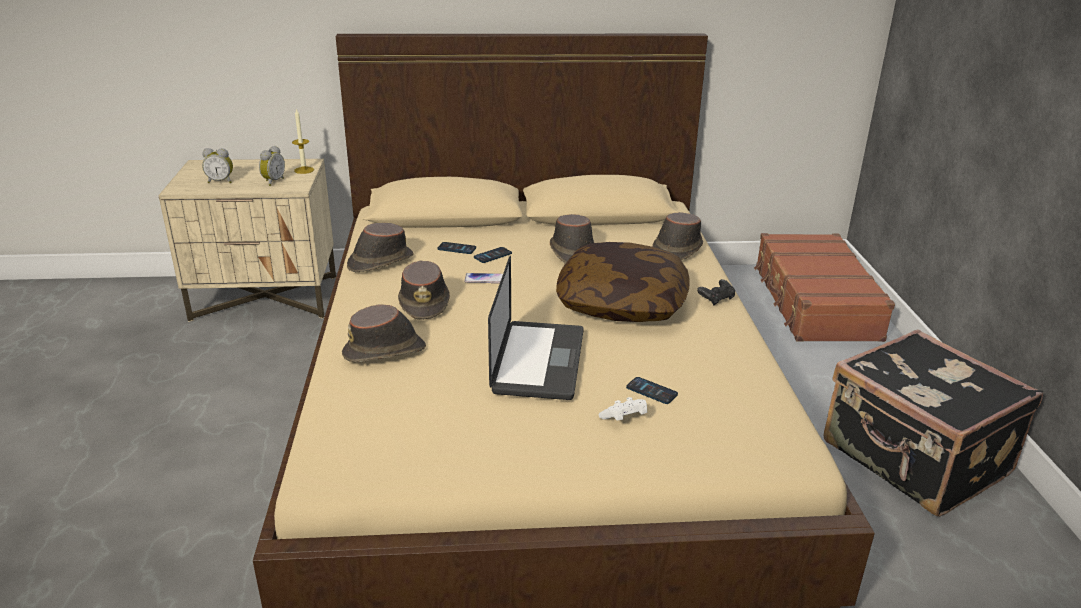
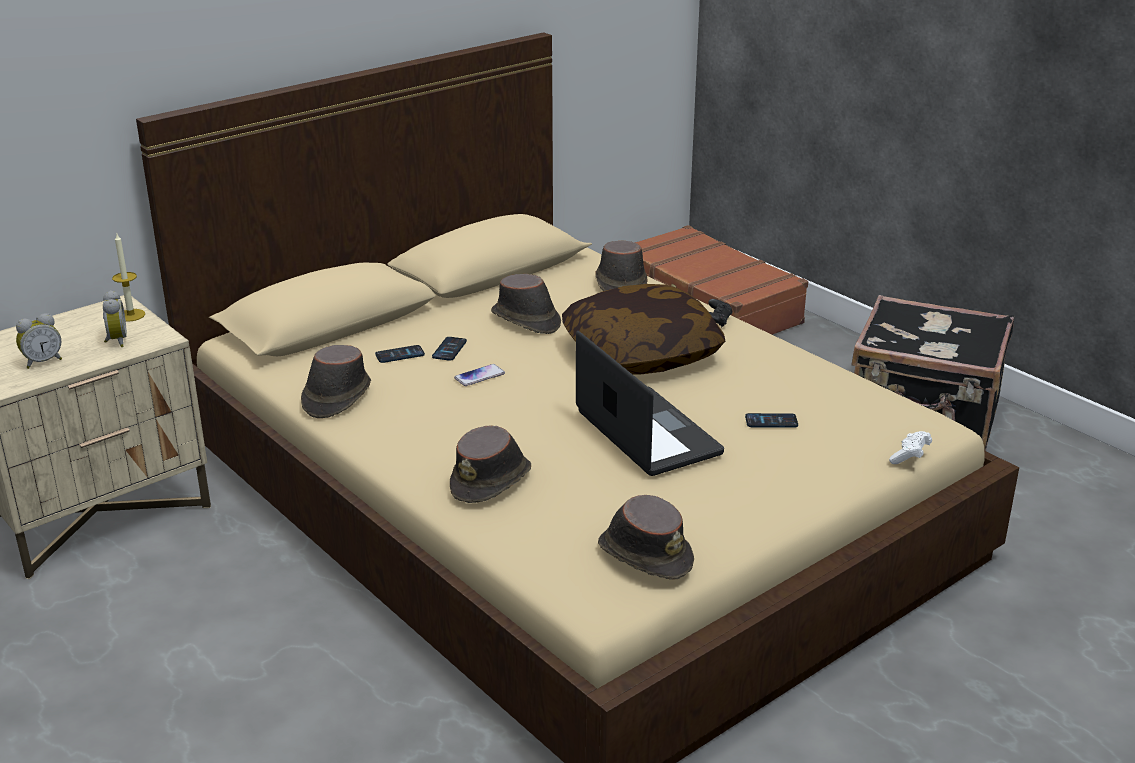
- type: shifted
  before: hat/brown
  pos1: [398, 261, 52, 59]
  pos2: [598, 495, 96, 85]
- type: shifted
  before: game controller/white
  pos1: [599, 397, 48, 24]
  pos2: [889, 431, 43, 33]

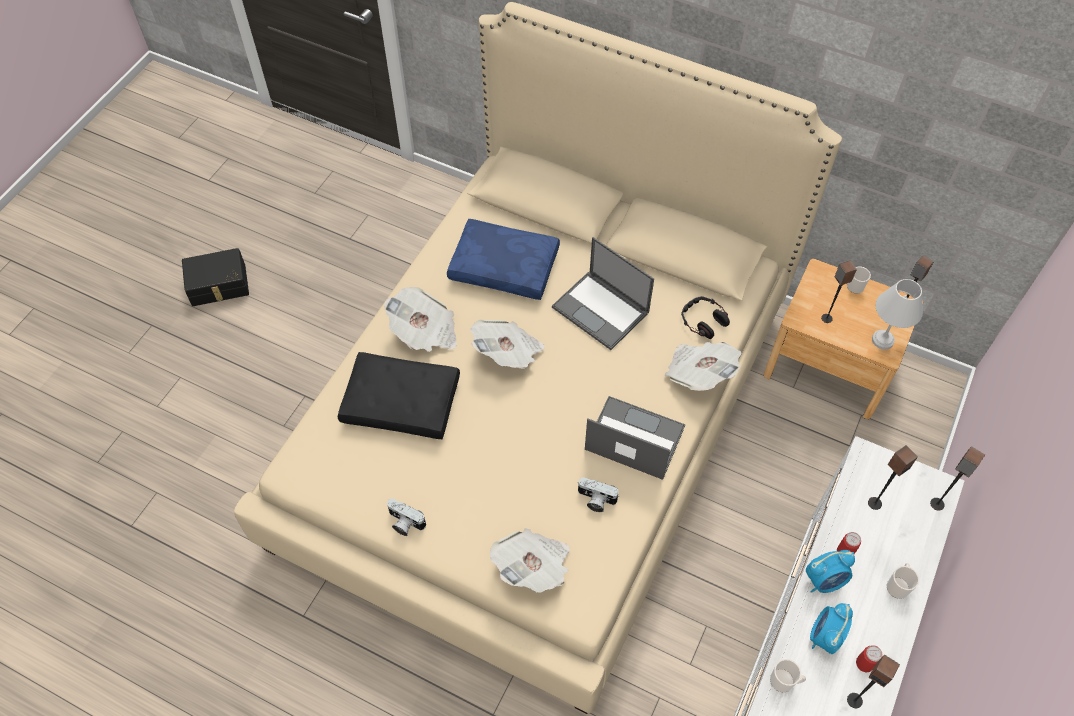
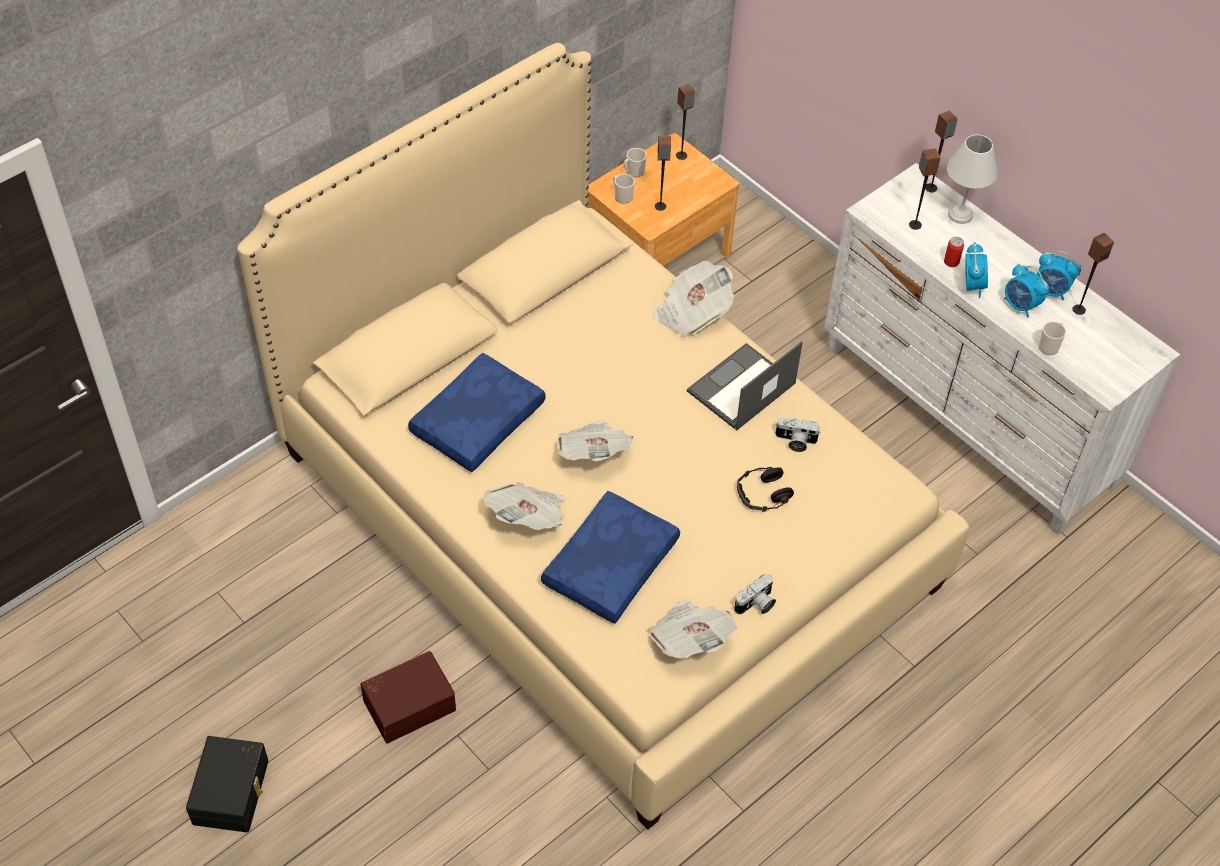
- type: gone
  before: portable computer
  pos1: [552, 237, 102, 113]
- type: new
  after: storage bin/brown
  pos2: [360, 651, 96, 92]
- type: shifted
  before: newspaper
  pos1: [490, 528, 80, 65]
  pos2: [648, 600, 90, 59]
- type: shifted
  before: headphones
  pos1: [681, 296, 49, 43]
  pos2: [737, 467, 57, 45]
- type: shifted
  before: lamp for a table/white
  pos1: [872, 279, 51, 71]
  pos2: [947, 134, 51, 90]
- type: shifted
  before: tea mug
  pos1: [887, 563, 32, 36]
  pos2: [613, 174, 22, 30]
- type: swapped
  before: can
  after: bedside clock
  pos1: [856, 645, 27, 27]
  pos2: [1037, 251, 44, 49]
- type: repainted
  before: cushion/black
  after: cushion/blue-coloured
  pos1: [338, 352, 122, 87]
  pos2: [541, 491, 139, 133]
- type: rotated
  before: photo camera
  pos1: [577, 477, 42, 35]
  pos2: [775, 418, 46, 34]
  turn: 60

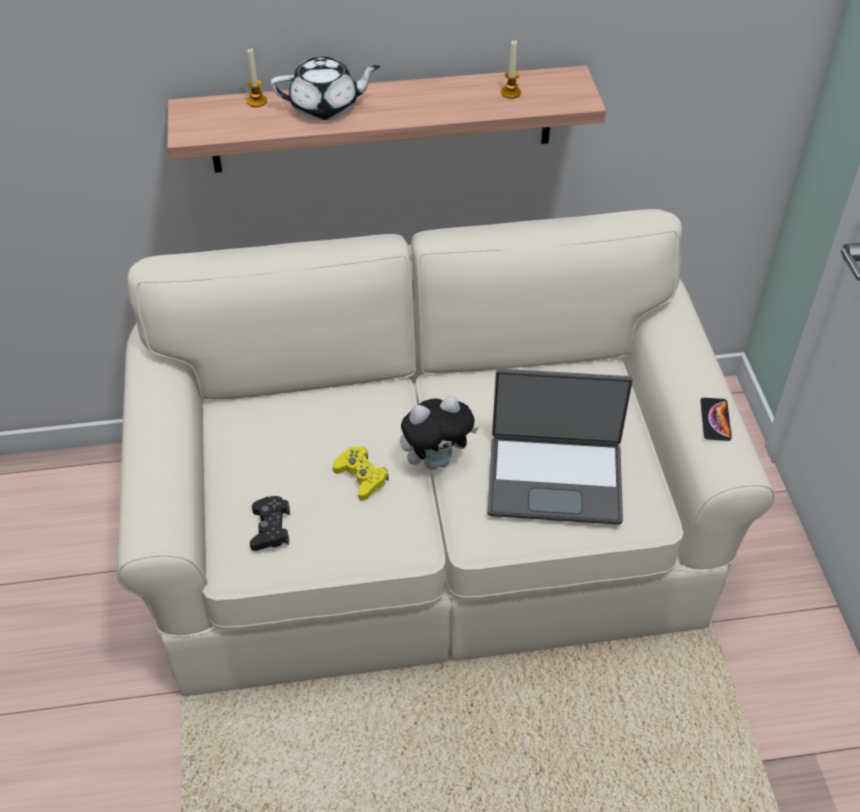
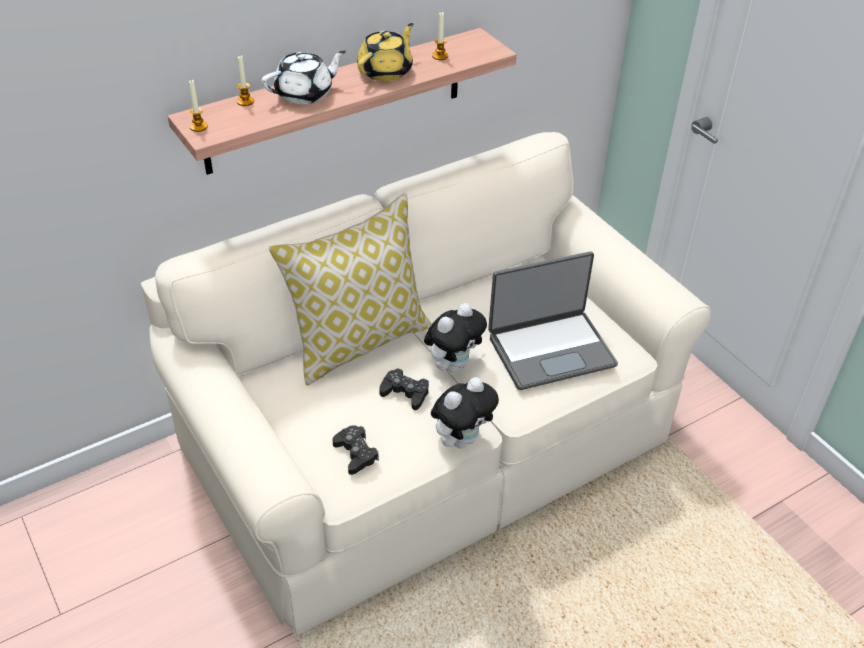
- type: gone
  before: telephone
  pos1: [700, 398, 32, 43]
- type: new
  after: candle
  pos2: [189, 80, 19, 52]
- type: new
  after: cushion
  pos2: [269, 193, 163, 193]
- type: new
  after: pot for tea/yellow-coloured
  pos2: [357, 23, 56, 58]
- type: new
  after: soft toy
  pos2: [431, 377, 68, 72]
- type: repainted
  before: game controller/yellow-coloured
  after: game controller/black
  pos1: [333, 446, 56, 55]
  pos2: [379, 368, 50, 42]

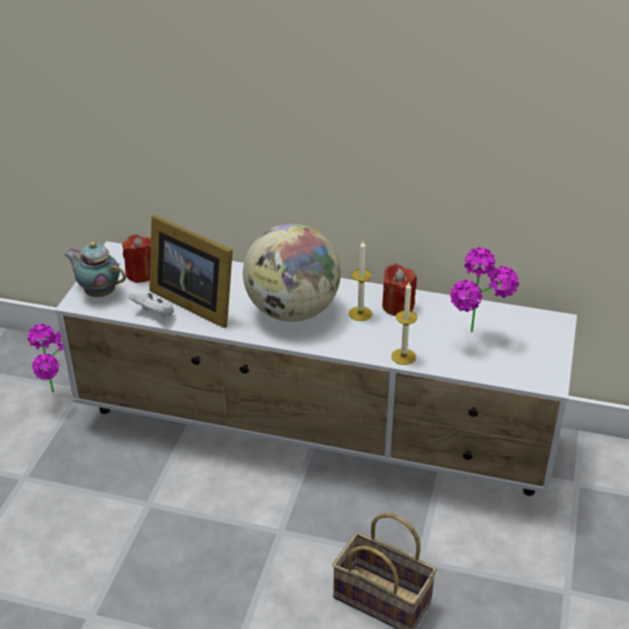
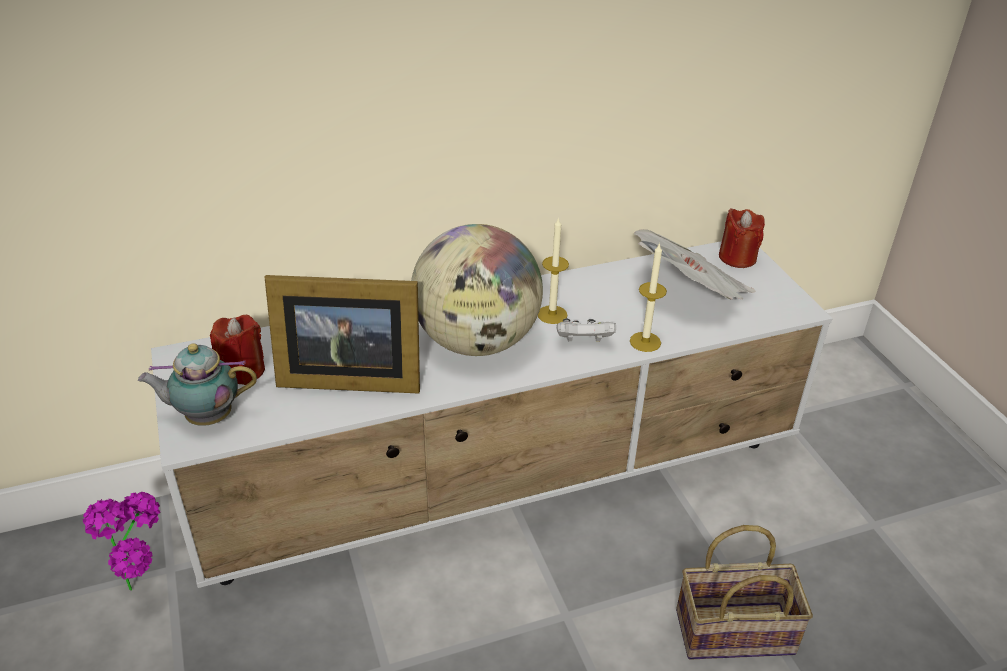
- type: shifted
  before: game controller/white
  pos1: [129, 293, 45, 25]
  pos2: [556, 318, 60, 23]
- type: shifted
  before: candle/reddish
  pos1: [382, 263, 35, 53]
  pos2: [719, 208, 46, 60]
- type: swapped
  before: houseplant
  after: newspaper
  pos1: [450, 247, 69, 85]
  pos2: [634, 229, 121, 70]

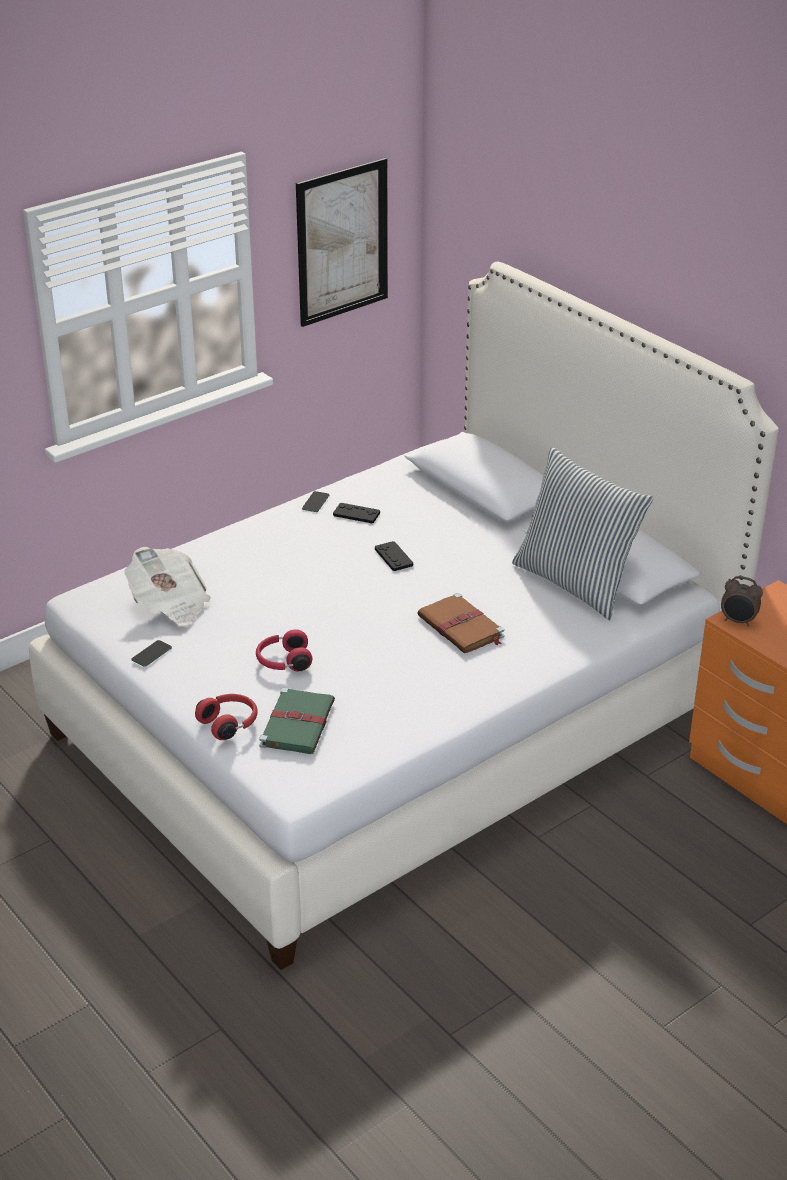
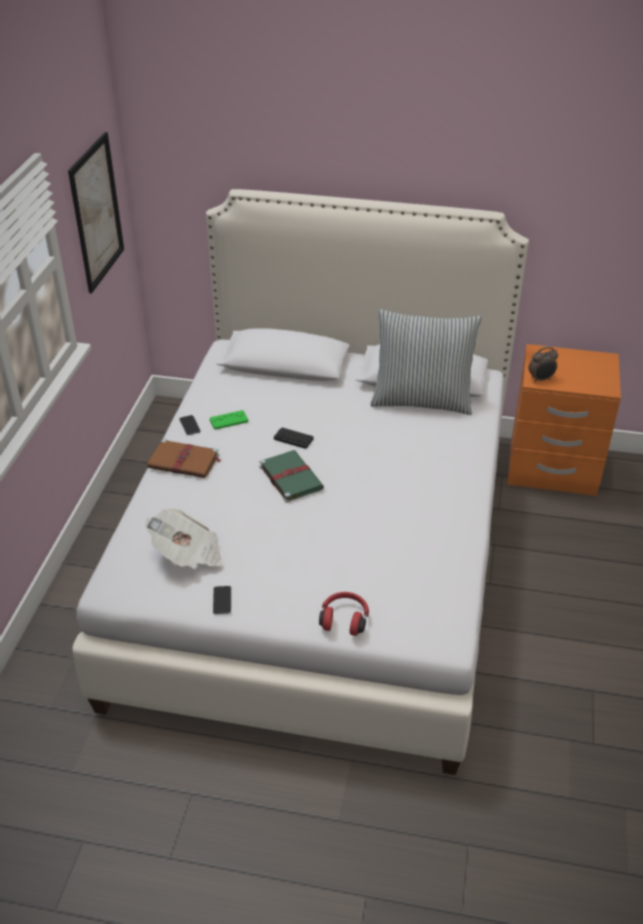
- type: gone
  before: headphones/reddish
  pos1: [256, 629, 56, 42]
- type: shifted
  before: book/greenish
  pos1: [259, 688, 76, 66]
  pos2: [260, 450, 64, 53]
- type: shifted
  before: book/brown
  pos1: [418, 593, 86, 60]
  pos2: [147, 439, 74, 39]
- type: repainted
  before: game controller/black
  after: game controller/greenish
  pos1: [333, 503, 47, 20]
  pos2: [210, 410, 38, 20]

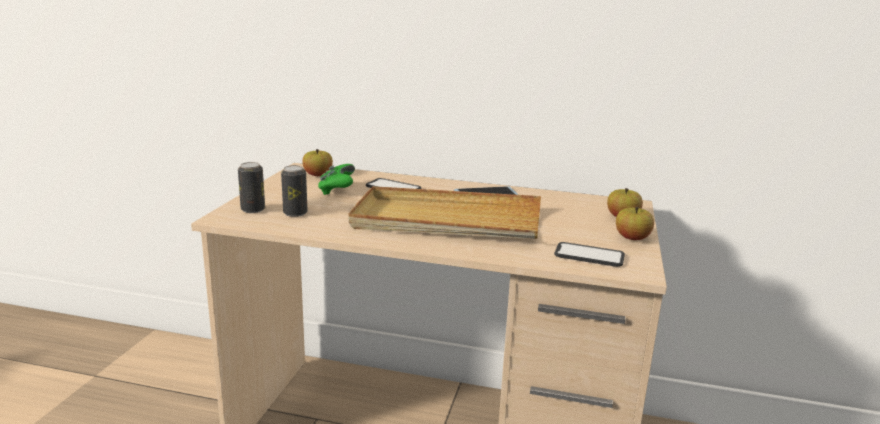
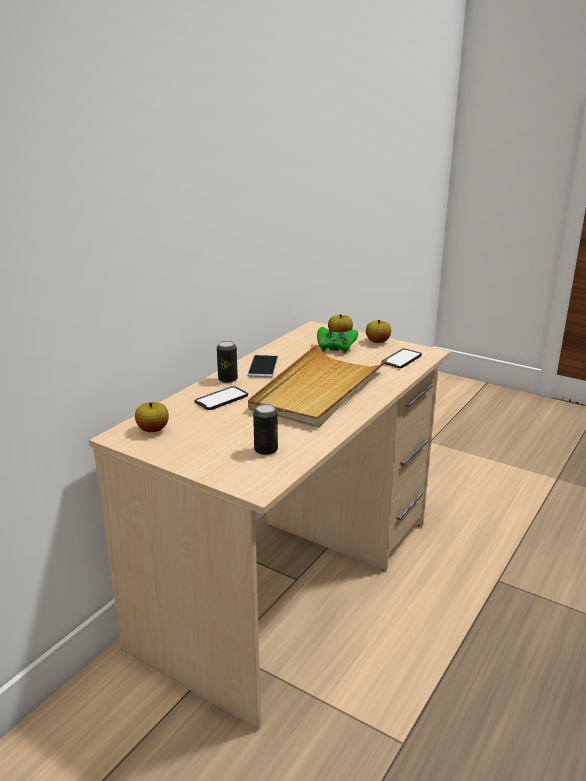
- type: shifted
  before: can
  pos1: [238, 162, 27, 51]
  pos2: [217, 341, 21, 42]
- type: shifted
  before: game controller/greenish
  pos1: [318, 164, 37, 31]
  pos2: [317, 327, 41, 26]

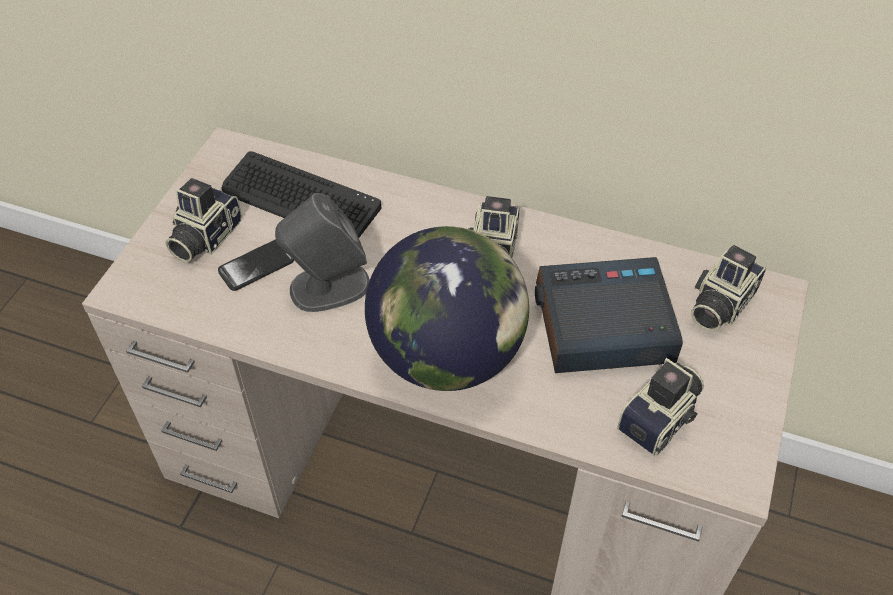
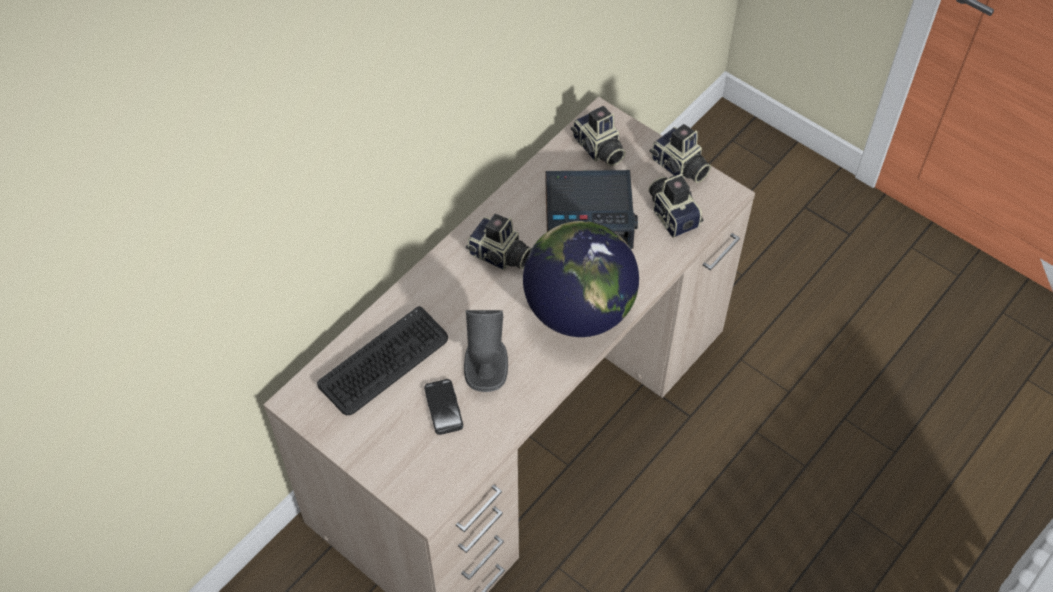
- type: shifted
  before: photo camera
  pos1: [165, 178, 77, 84]
  pos2: [650, 124, 61, 59]
- type: rotated
  before: bedside clock
  pos1: [535, 257, 148, 116]
  pos2: [546, 170, 92, 79]
  turn: -105

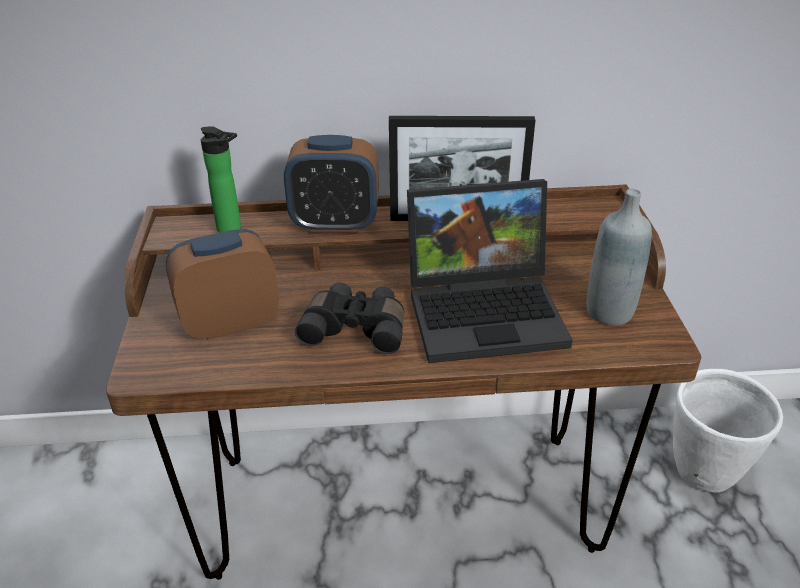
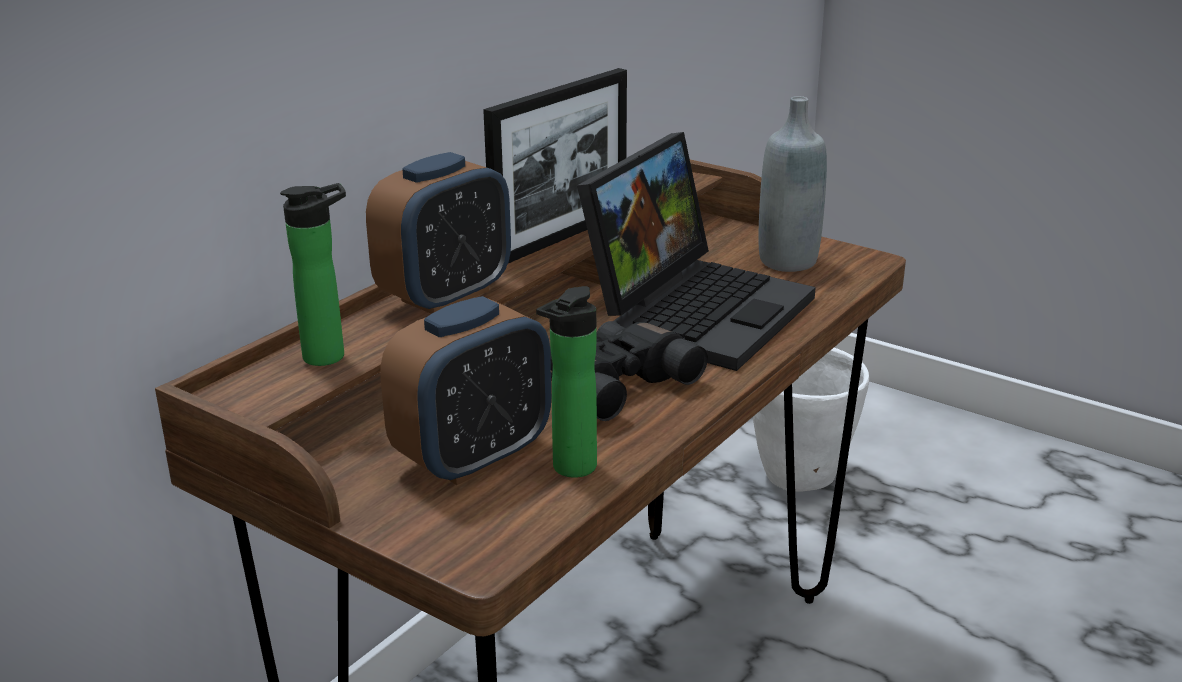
- type: new
  after: bottle
  pos2: [536, 286, 61, 192]
- type: rotated
  before: bedside clock
  pos1: [166, 229, 113, 111]
  pos2: [380, 296, 171, 189]
  turn: -150

